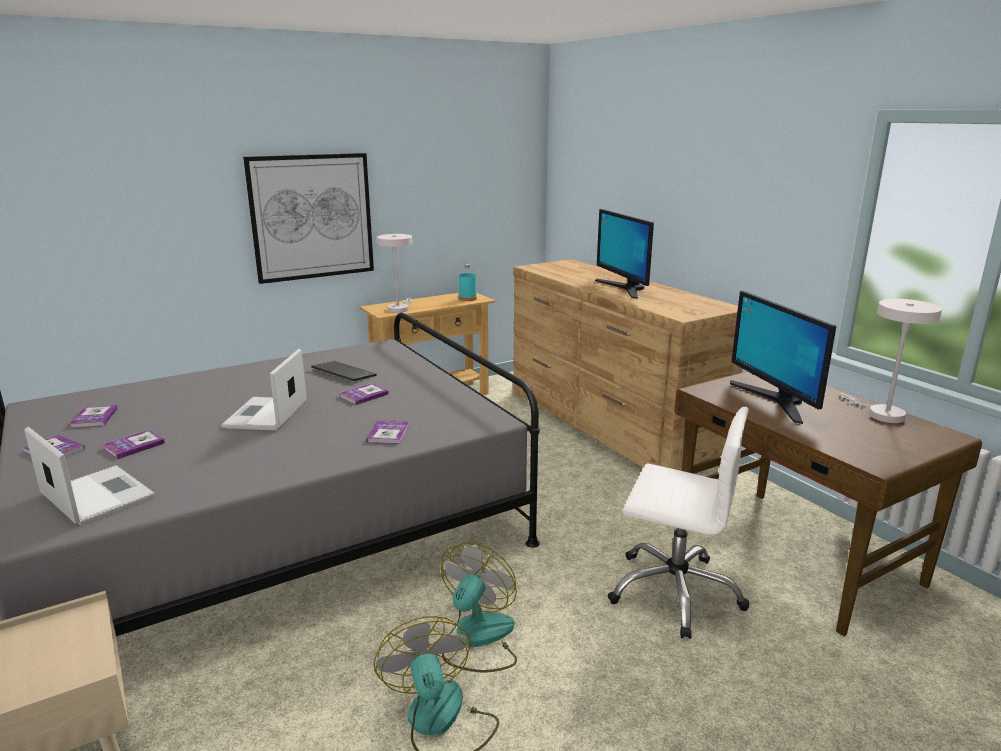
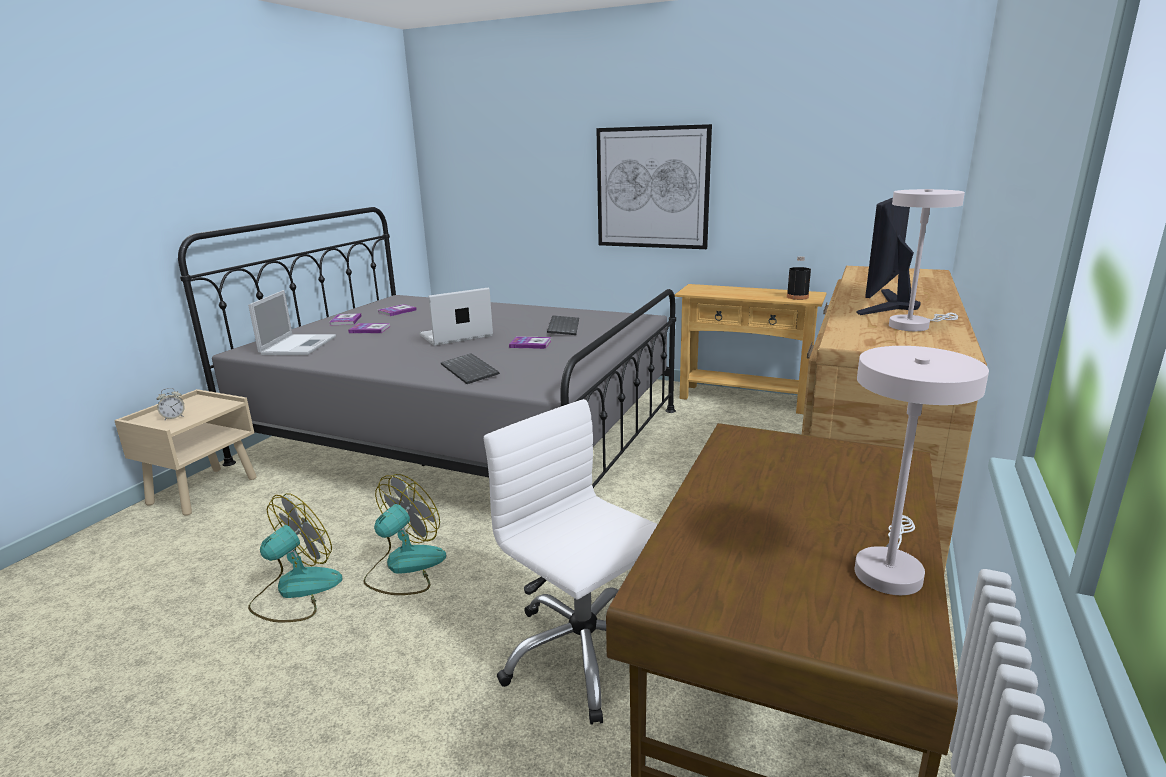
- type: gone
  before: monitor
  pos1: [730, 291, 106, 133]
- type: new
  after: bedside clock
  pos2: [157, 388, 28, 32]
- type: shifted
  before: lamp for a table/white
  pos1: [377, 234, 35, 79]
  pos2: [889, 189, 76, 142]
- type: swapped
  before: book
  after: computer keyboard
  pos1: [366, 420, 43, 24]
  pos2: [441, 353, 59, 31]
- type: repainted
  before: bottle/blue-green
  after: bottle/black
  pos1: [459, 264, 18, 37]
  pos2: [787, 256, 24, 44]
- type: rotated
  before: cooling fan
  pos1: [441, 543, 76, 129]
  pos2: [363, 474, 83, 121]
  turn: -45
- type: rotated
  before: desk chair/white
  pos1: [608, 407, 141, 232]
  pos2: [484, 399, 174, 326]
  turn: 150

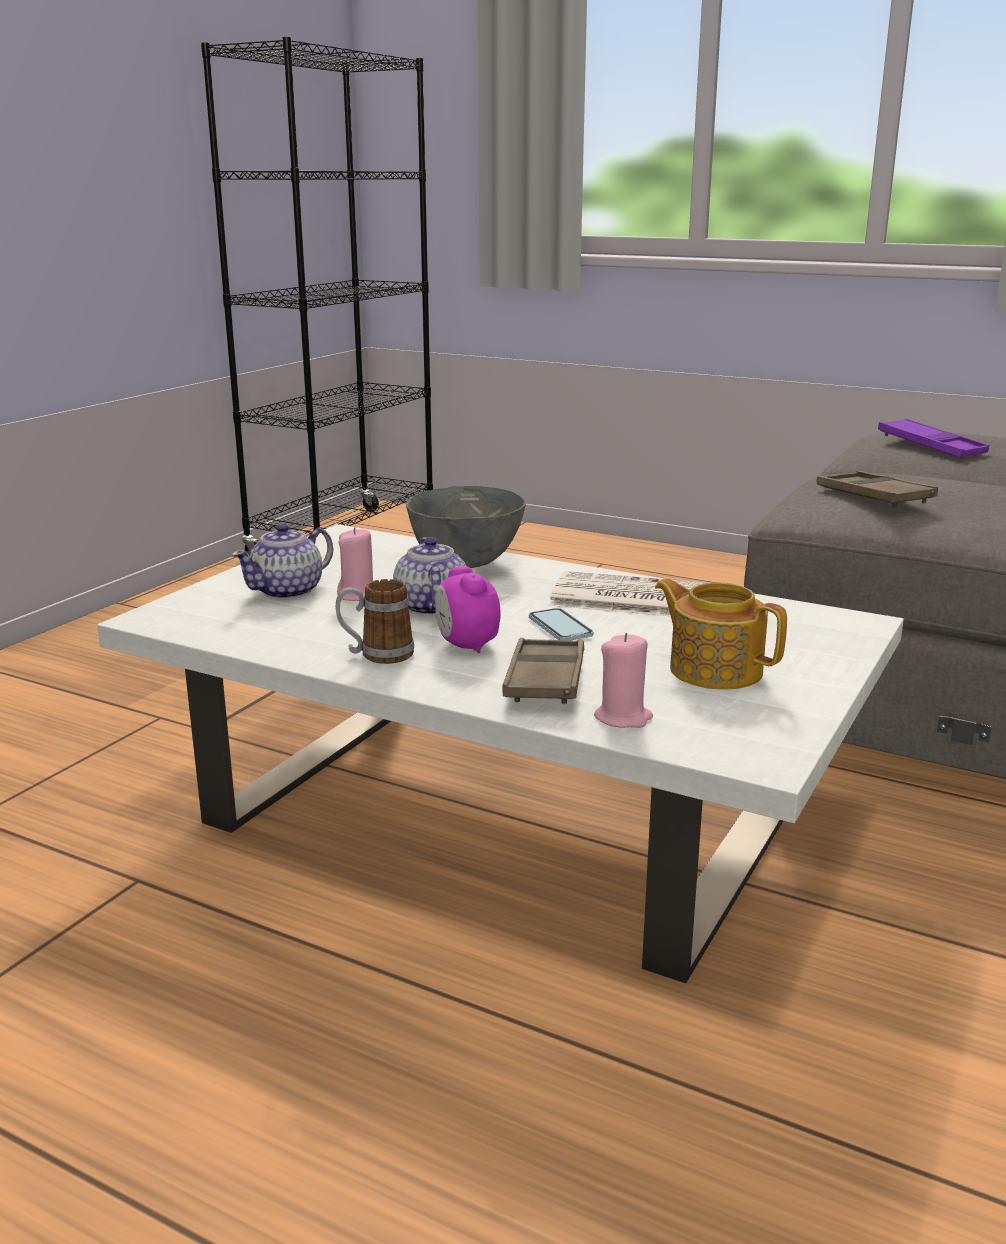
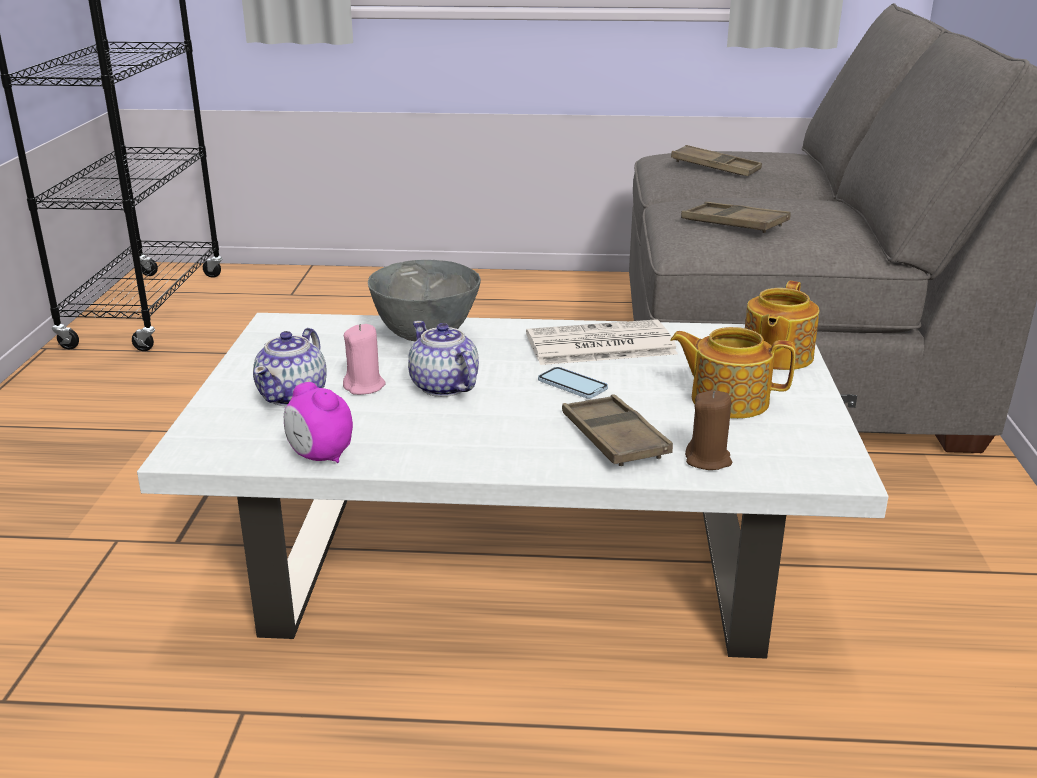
- type: gone
  before: tea mug
  pos1: [336, 579, 78, 85]
- type: new
  after: pot for tea
  pos2: [745, 281, 74, 89]
- type: shifted
  before: bedside clock
  pos1: [435, 566, 65, 87]
  pos2: [284, 382, 69, 81]
- type: repainted
  before: candle/pink-coloured
  after: candle/brown
  pos1: [594, 633, 59, 95]
  pos2: [685, 390, 47, 80]
- type: repainted
  before: tray/purple
  after: tray/brown
  pos1: [878, 418, 111, 39]
  pos2: [671, 145, 91, 31]

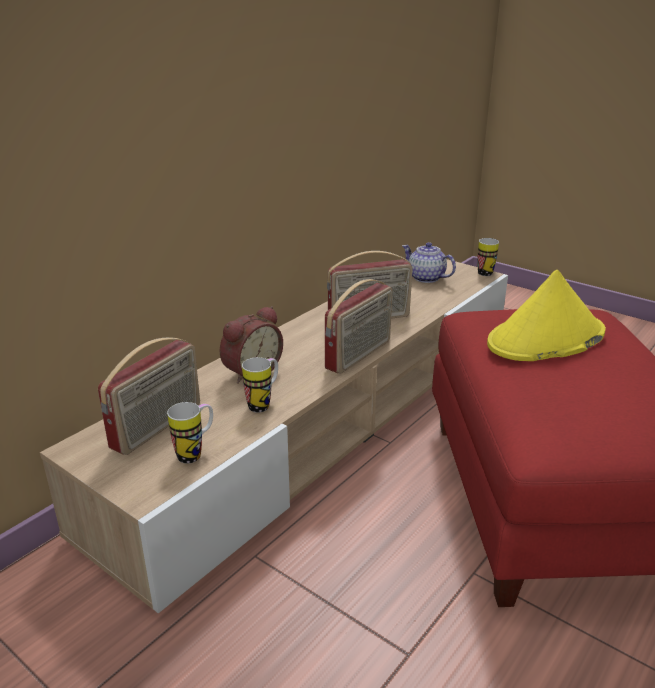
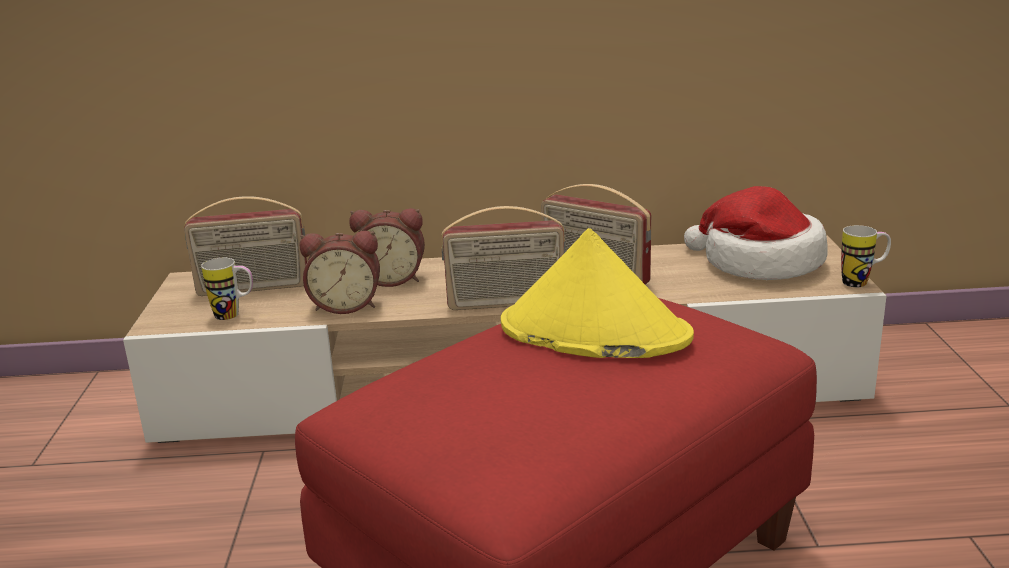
- type: swapped
  before: tea mug
  after: bedside clock
  pos1: [242, 357, 36, 56]
  pos2: [300, 231, 80, 83]
- type: swapped
  before: pot for tea
  after: hat
  pos1: [402, 242, 54, 41]
  pos2: [684, 186, 144, 94]

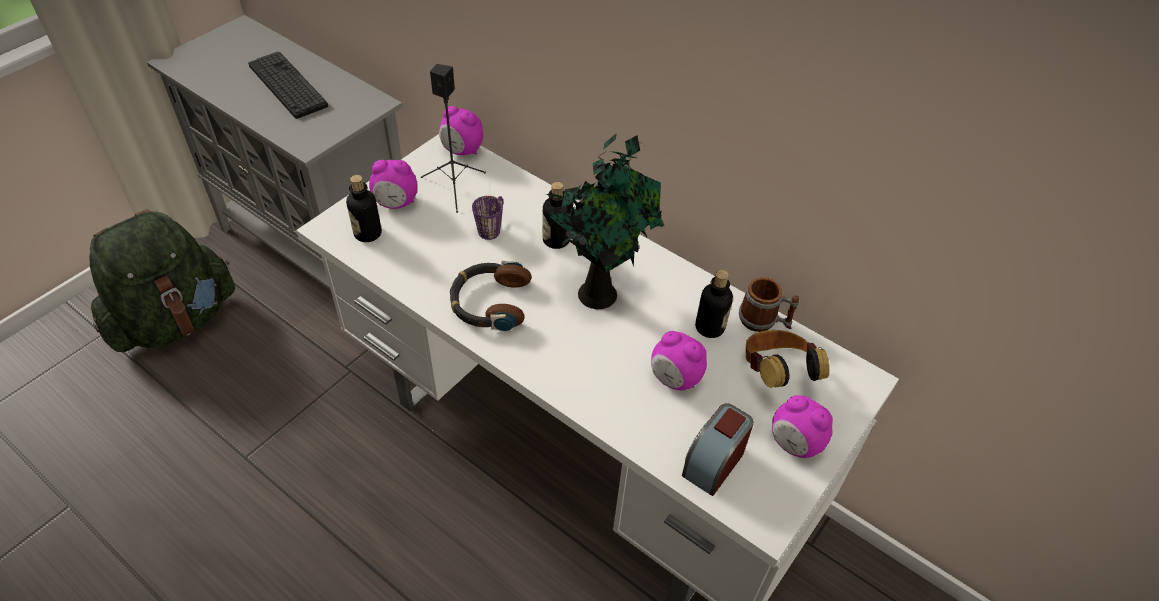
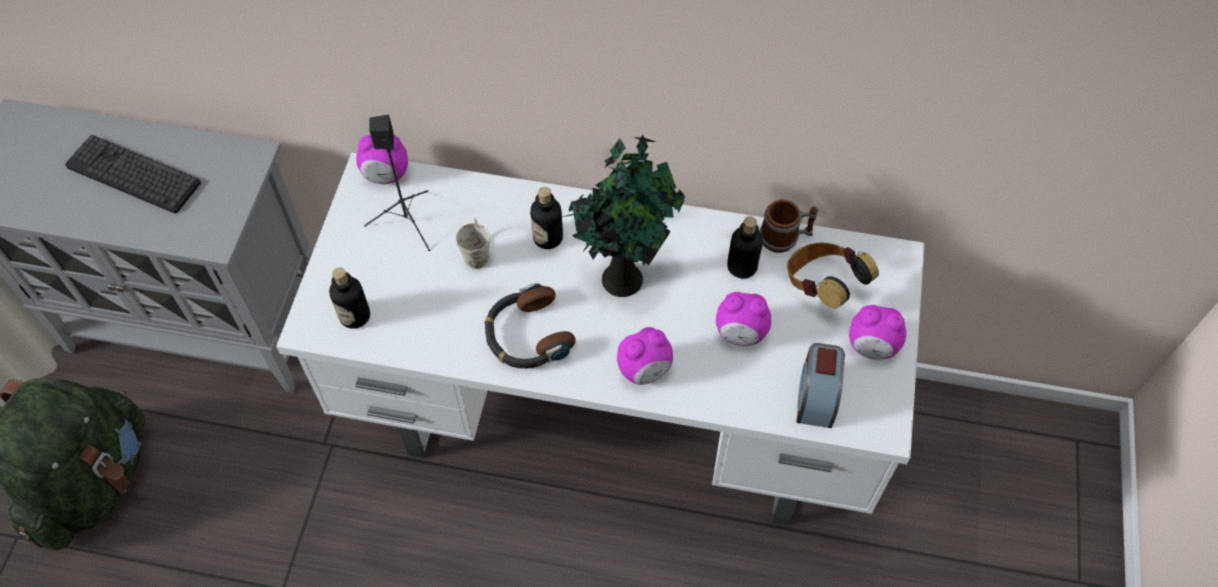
- type: shifted
  before: bedside clock
  pos1: [369, 160, 48, 49]
  pos2: [617, 327, 56, 58]
- type: repainted
  before: tea mug/purple
  after: tea mug/white
  pos1: [472, 196, 31, 44]
  pos2: [456, 218, 34, 51]

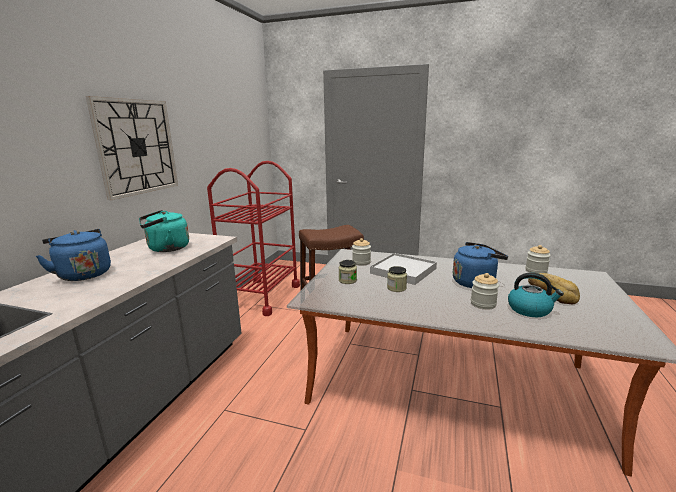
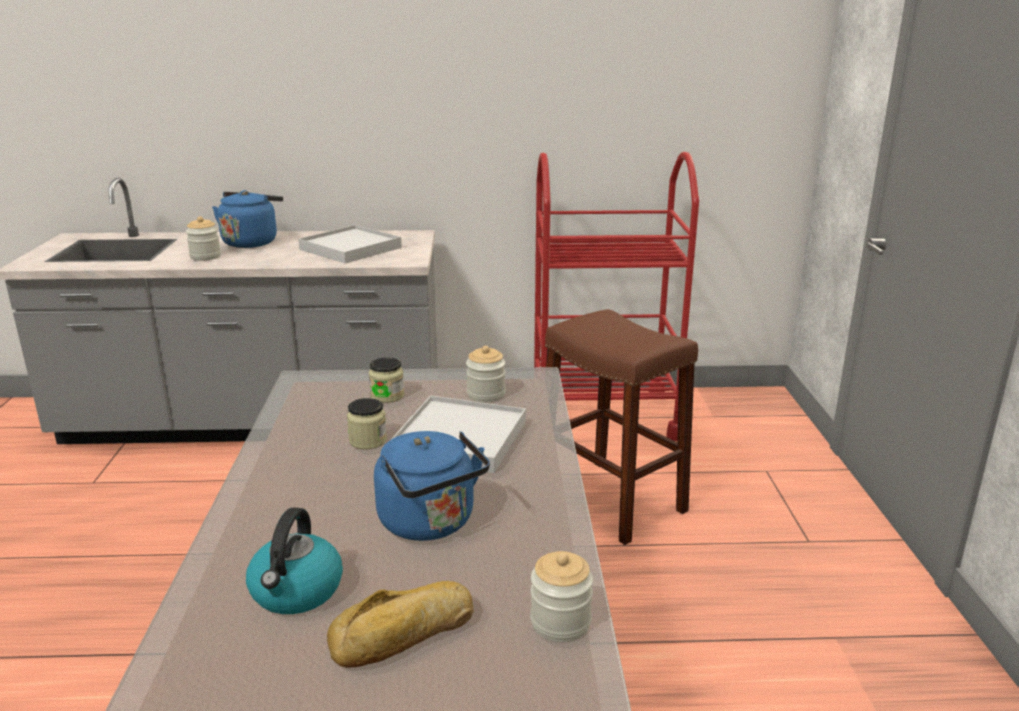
- type: gone
  before: clock on the wall
  pos1: [86, 96, 92, 104]
- type: shifted
  before: jar
  pos1: [471, 273, 28, 36]
  pos2: [186, 216, 35, 45]
- type: swapped
  before: tea kettle/blue-green
  after: tray/white
  pos1: [139, 210, 50, 42]
  pos2: [298, 225, 104, 39]

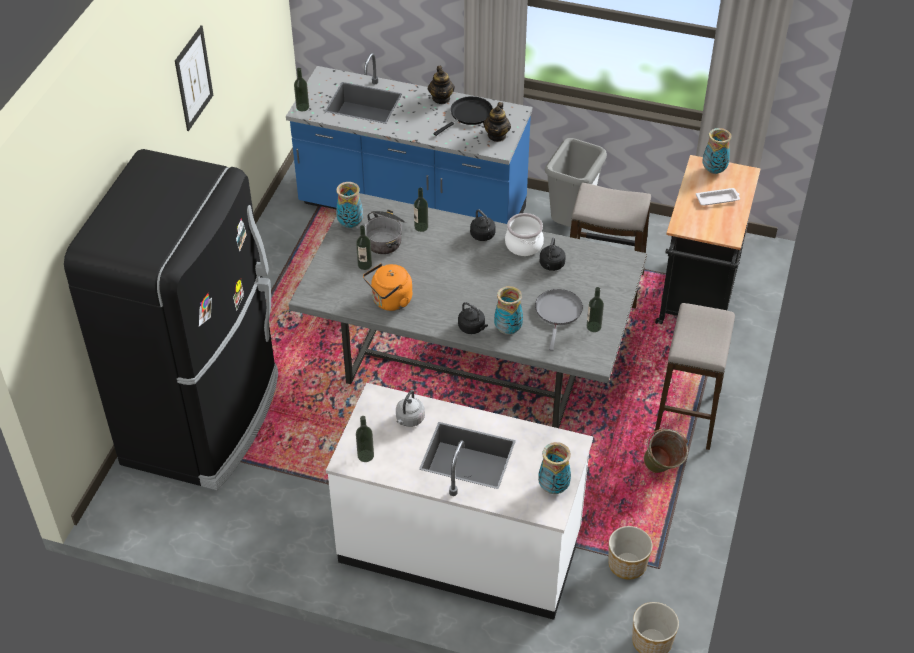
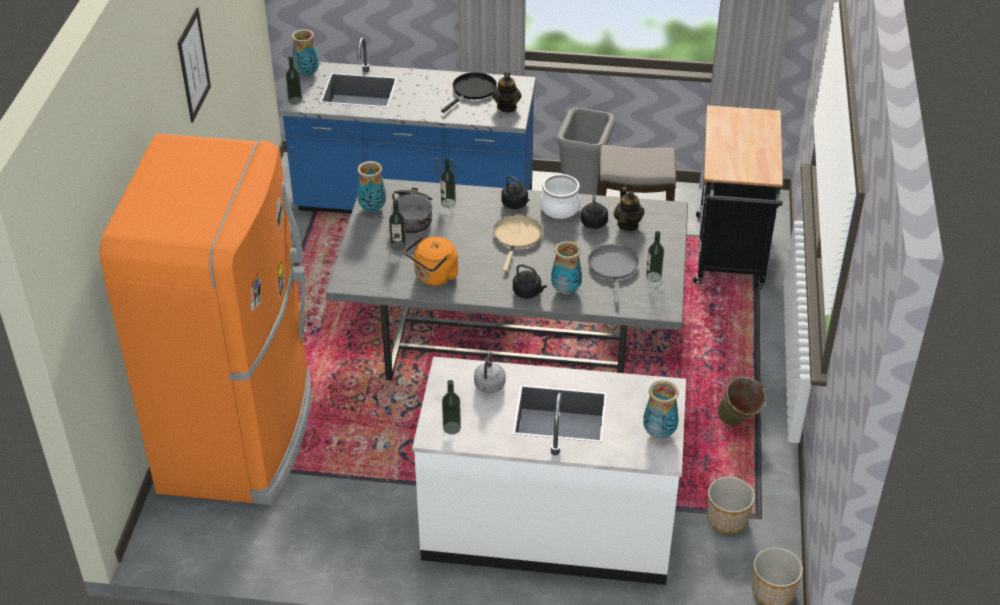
- type: gone
  before: stool
  pos1: [654, 303, 81, 147]
- type: gone
  before: tray/white
  pos1: [696, 188, 44, 18]
- type: new
  after: skillet/sand-coloured
  pos2: [493, 215, 49, 57]
- type: shifted
  before: pot for tea
  pos1: [428, 66, 27, 38]
  pos2: [614, 187, 30, 44]
- type: shifted
  before: decorative vase
  pos1: [703, 128, 29, 46]
  pos2: [291, 29, 28, 48]
- type: repainted
  before: fridge/black
  after: fridge/orangey
  pos1: [64, 149, 214, 341]
  pos2: [100, 134, 211, 371]

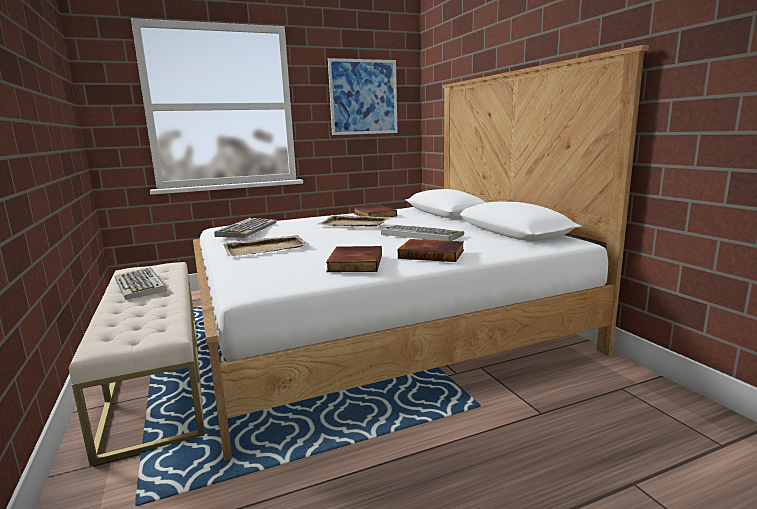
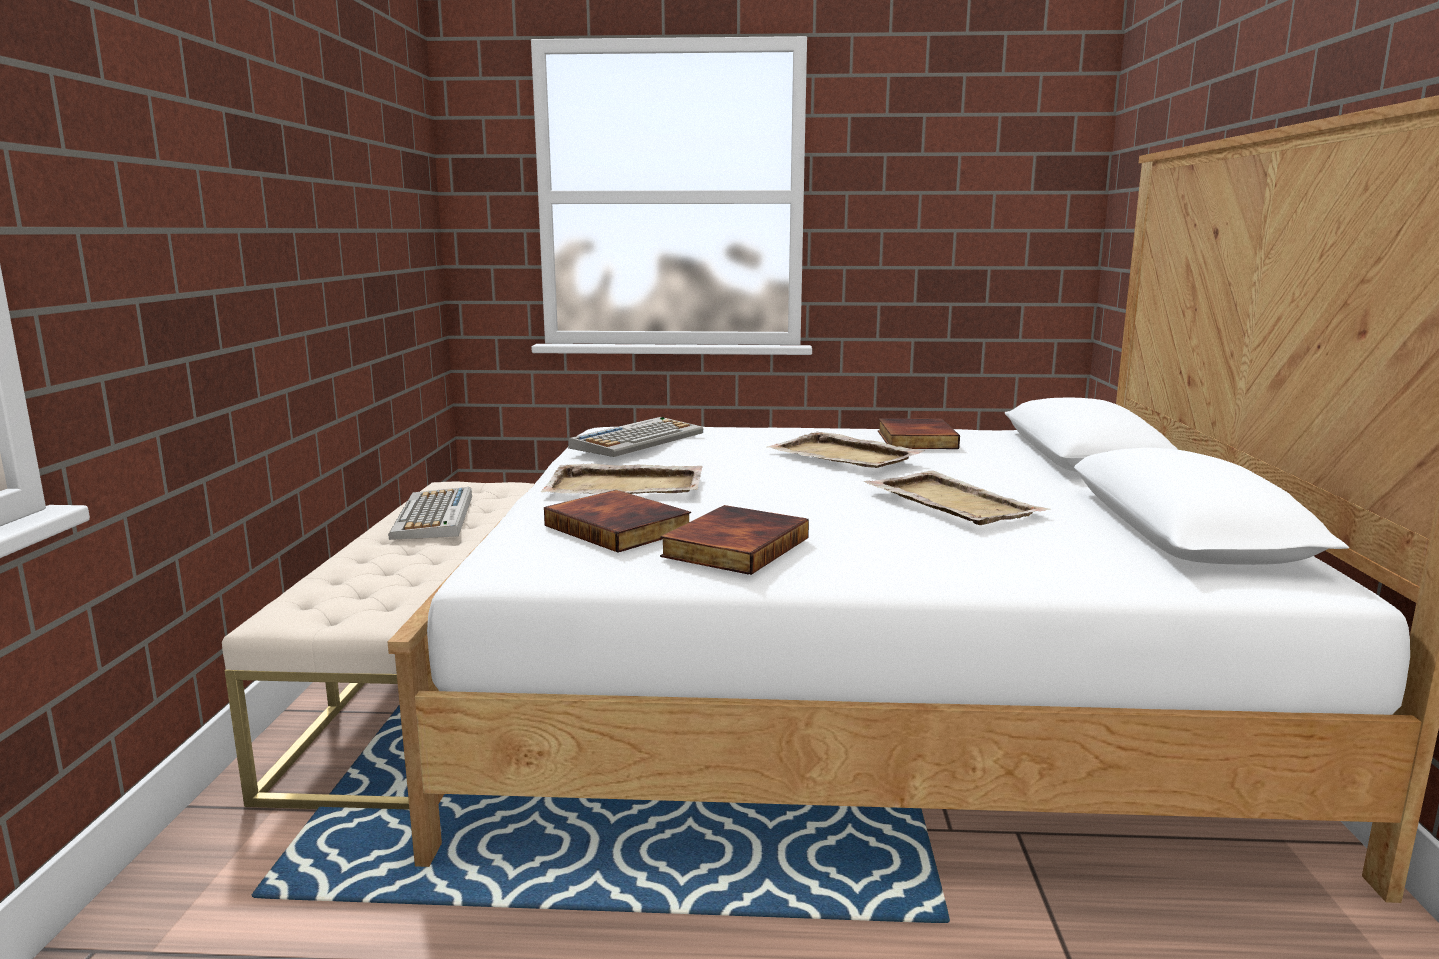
- type: gone
  before: wall picture
  pos1: [328, 58, 70, 77]
- type: shifted
  before: book
  pos1: [398, 239, 66, 23]
  pos2: [544, 490, 147, 63]
- type: swapped
  before: computer keyboard
  after: tray/sand-coloured
  pos1: [381, 225, 83, 16]
  pos2: [864, 471, 187, 54]

